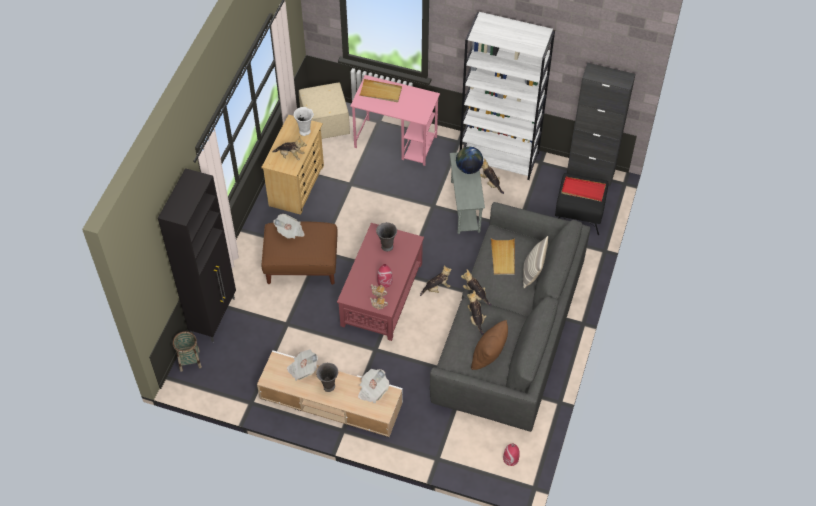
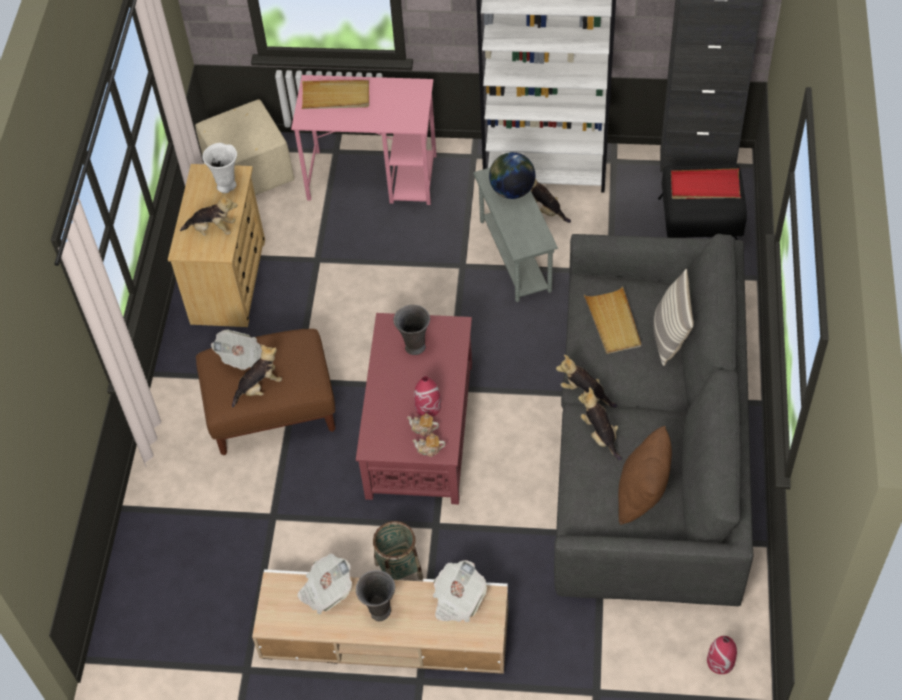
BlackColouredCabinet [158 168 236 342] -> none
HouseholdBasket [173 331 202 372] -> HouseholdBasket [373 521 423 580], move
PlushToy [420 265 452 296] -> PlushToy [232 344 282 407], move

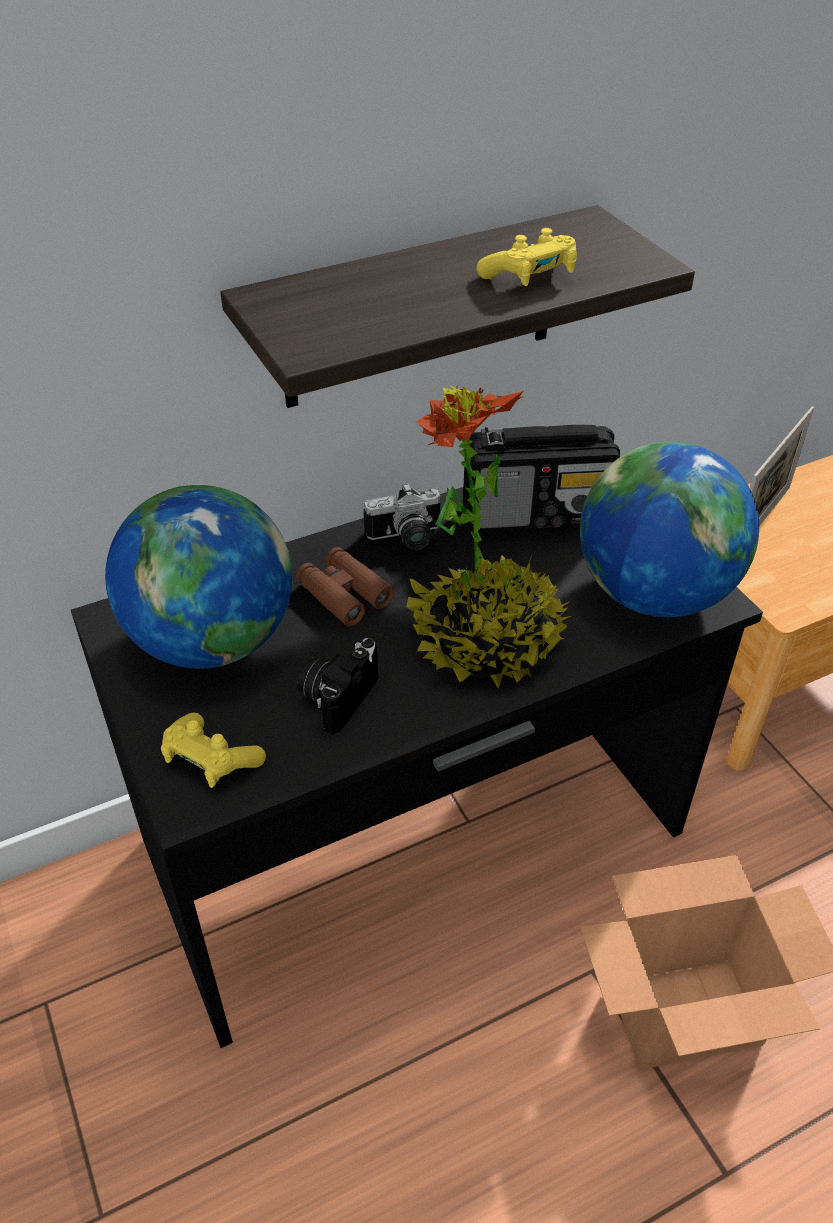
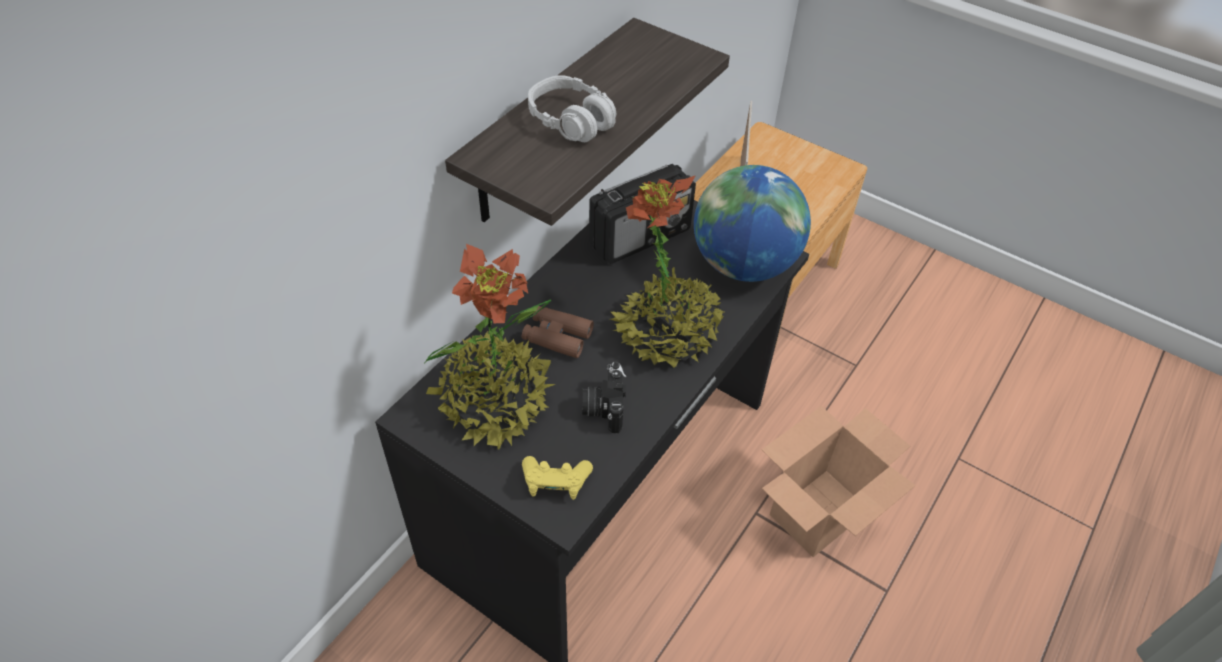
StillCamera [363 483 441 550] -> none
YellowColouredGameController [476 228 577 286] -> none
none -> GreyishHeadphones [528 75 617 142]
DeskGlobe [105 485 292 669] -> Houseplant [423 244 555 449]

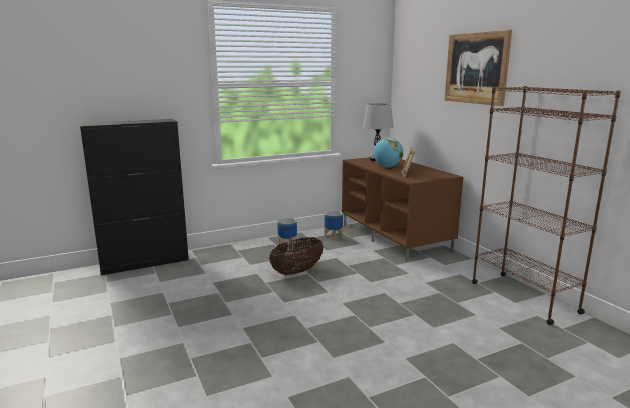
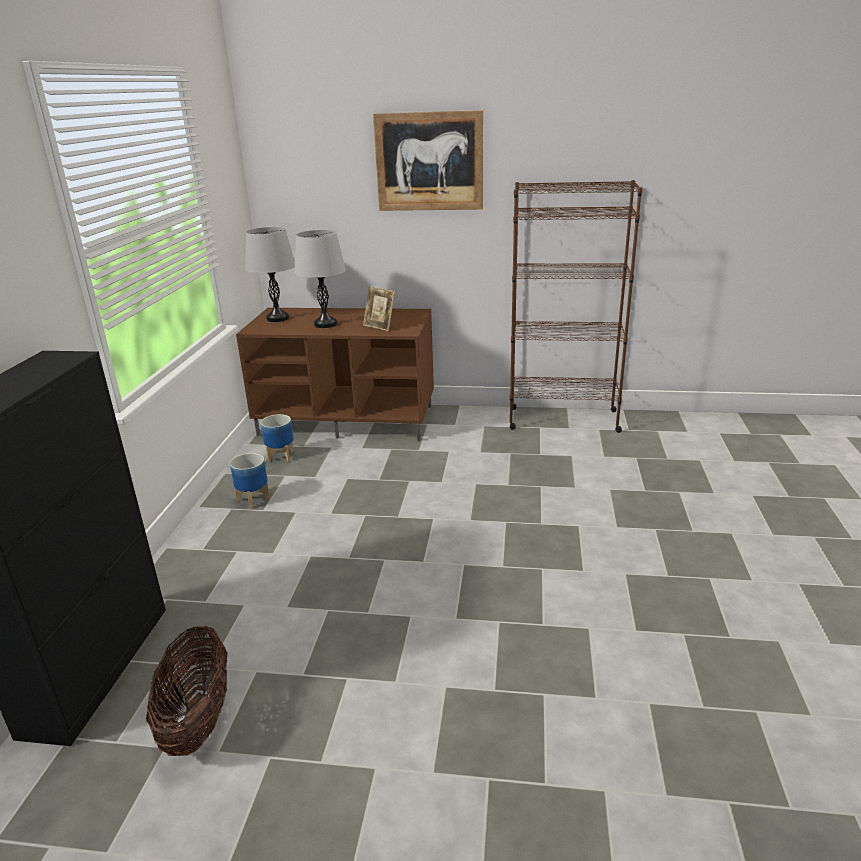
HouseholdBasket [269 237 324 275] -> HouseholdBasket [146 625 228 756], move
DeskGlobe [373 137 403 167] -> GreyishLampForATable [294 230 346 328]

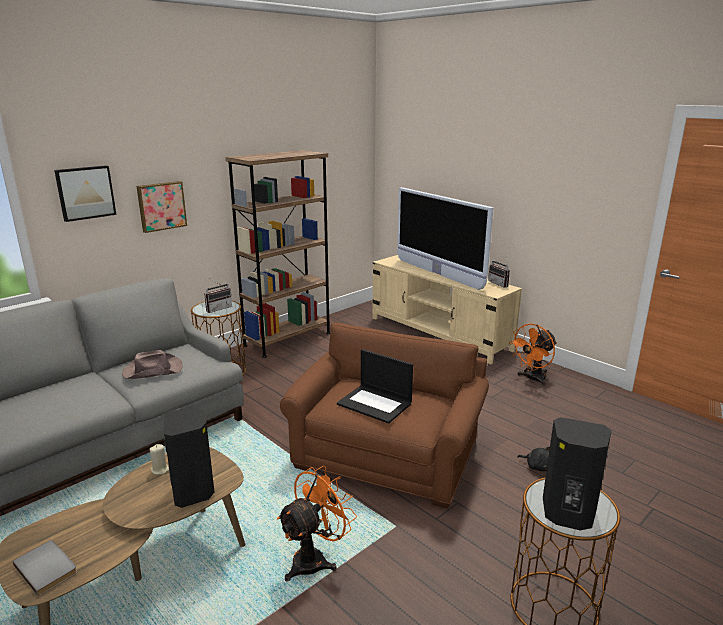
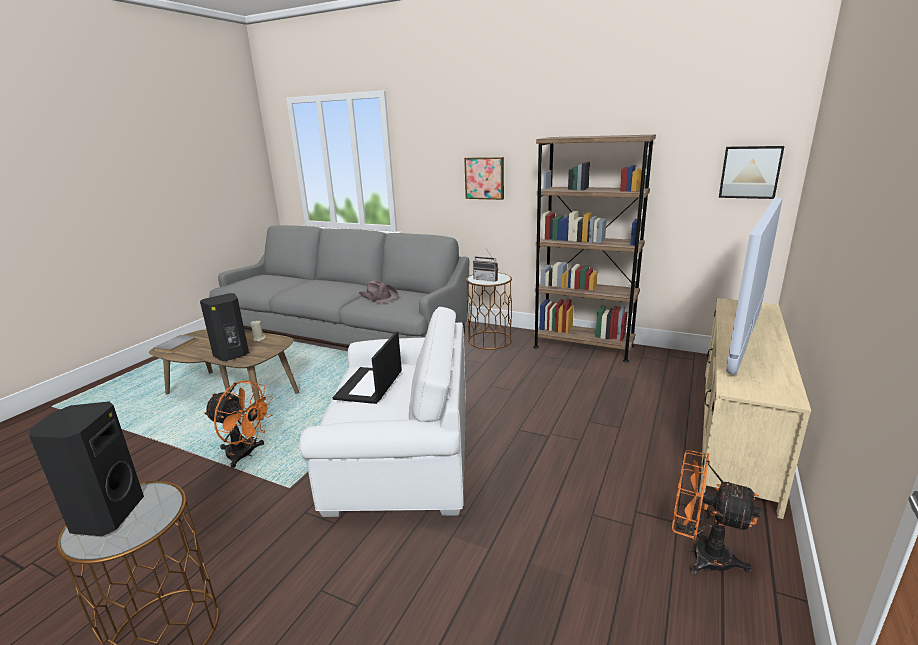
Radio [488 259 510 288] -> none
BlackColouredPlushToy [517 447 550 471] -> none
WallPicture [54 165 117 222] -> WallPicture [719 146 784 199], move
BrownColouredLoungeChair [280 323 489 508] -> WhitishLoungeChair [300 307 466 517]

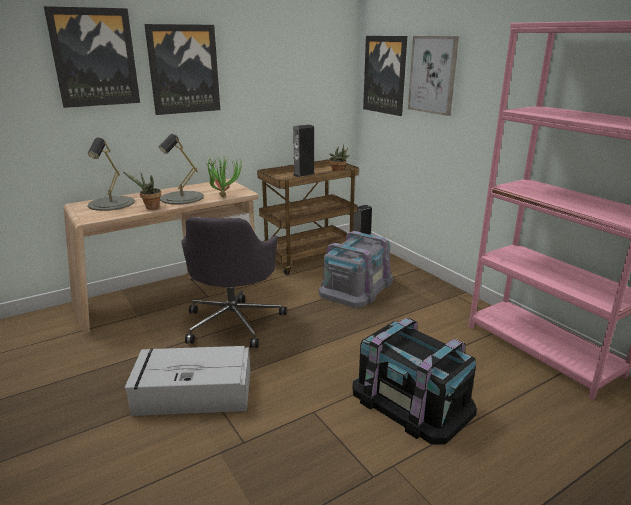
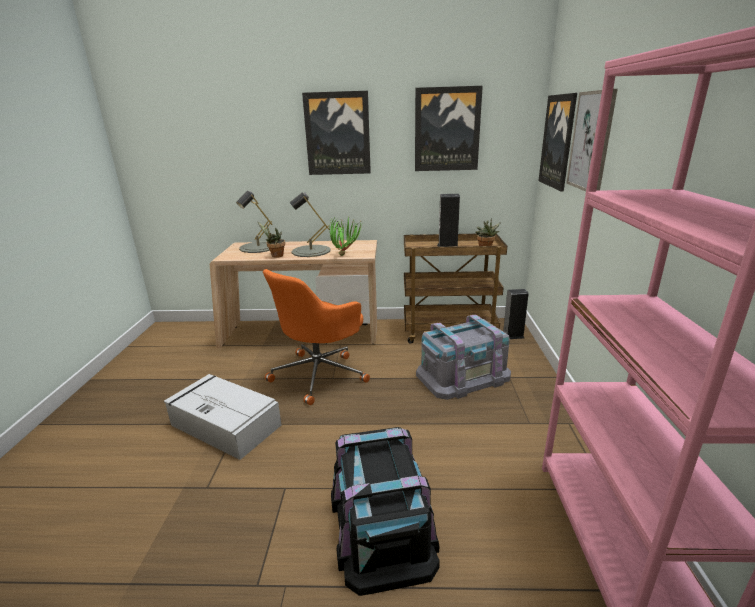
WallPicture [44 6 140 108] -> WallPicture [415 86 483 171], move
GreyishDeskChair [181 217 287 348] -> OrangeDeskChair [263 269 370 405]

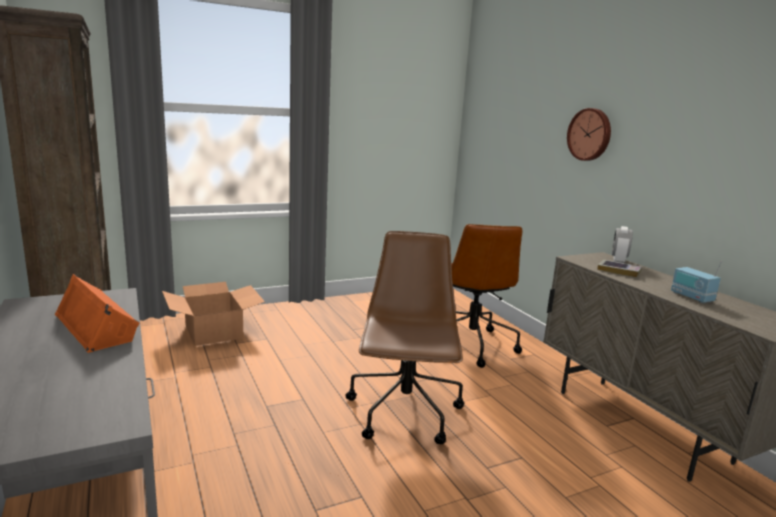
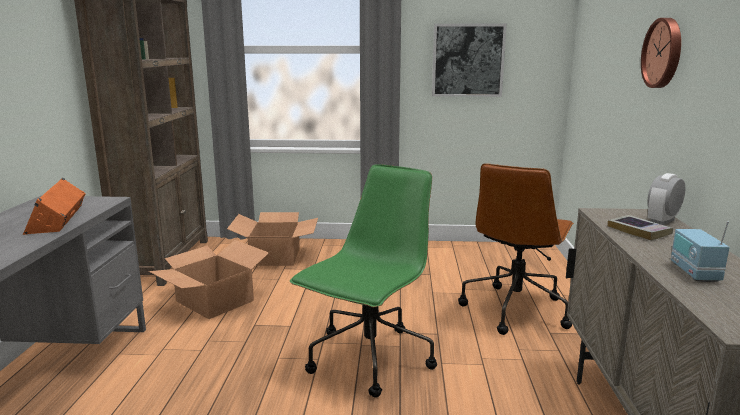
none -> CardboardBox [149 240 269 319]
none -> WallPicture [432 24 507 97]
BrownColouredDeskChair [346 231 464 444] -> GreenColouredDeskChair [290 164 437 398]

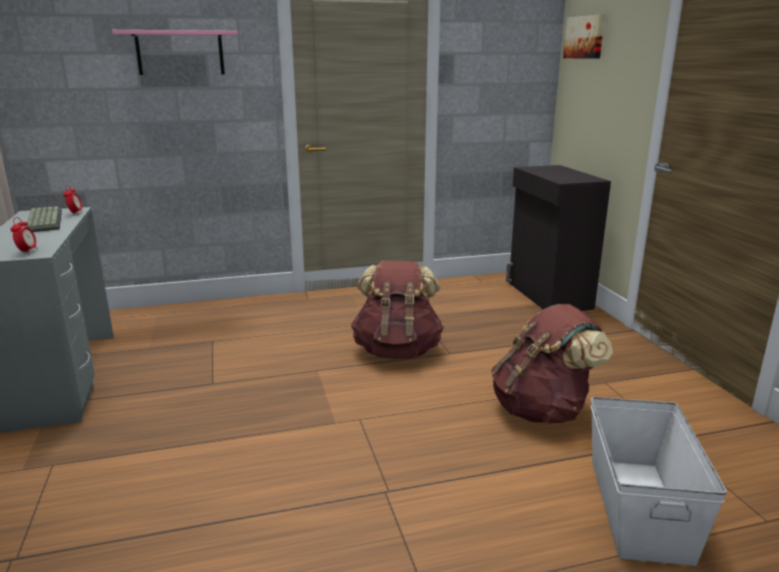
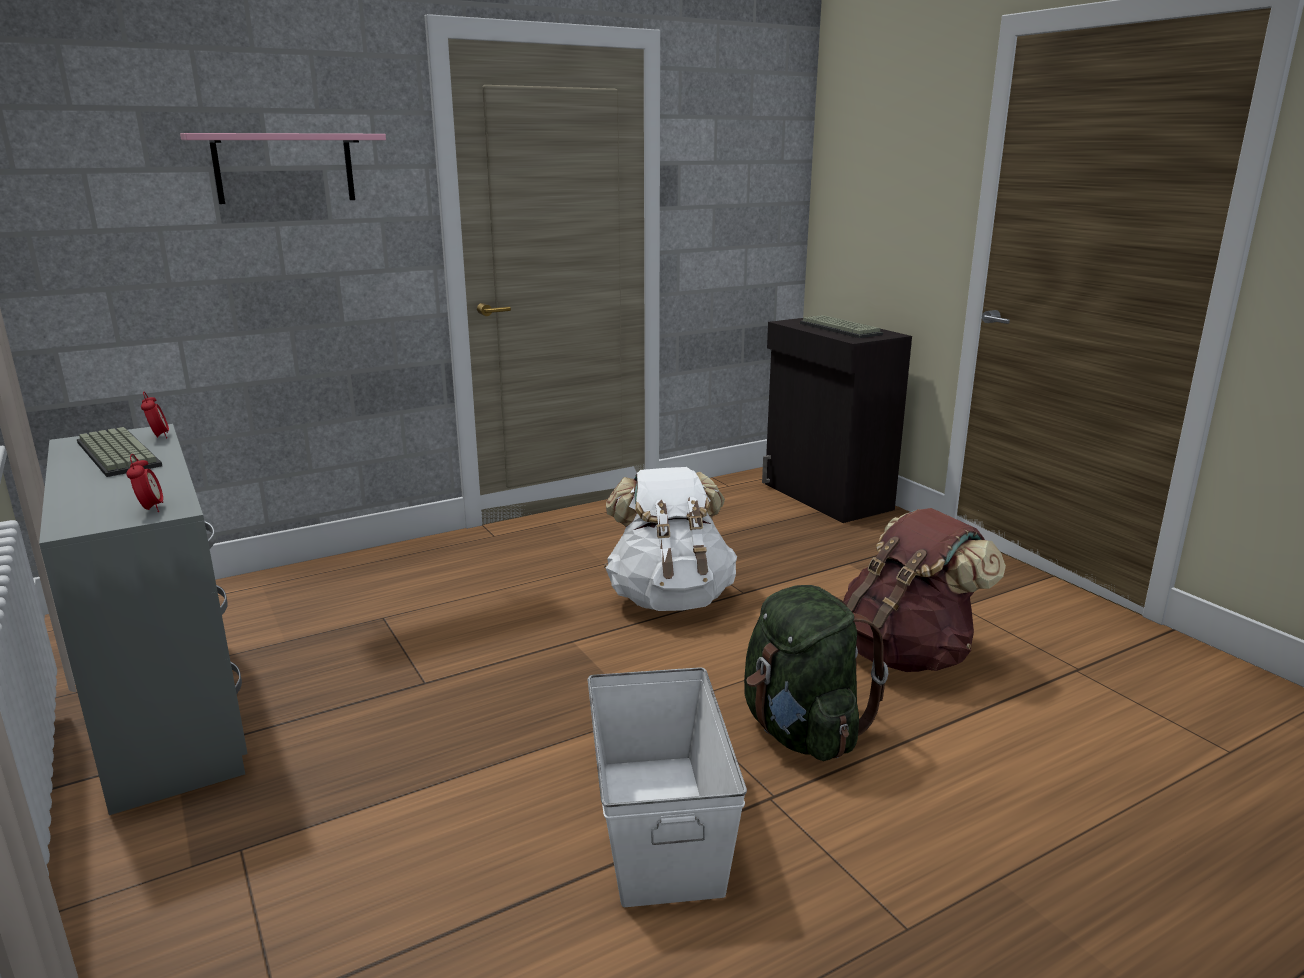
WallPicture [563 14 605 59] -> none
none -> GreenColouredKnapsack [744 585 888 761]
none -> ComputerKeyboard [800 315 883 338]
WhitishStorageContainer [591 397 727 566] -> WhitishStorageContainer [588 667 747 907], move
BrownColouredKnapsack [351 261 444 359] -> WhitishKnapsack [604 467 737 611]

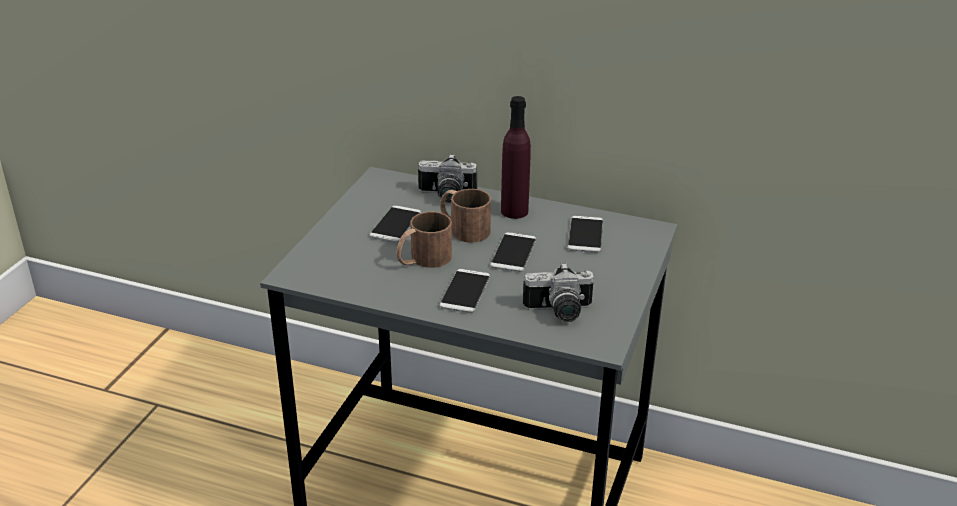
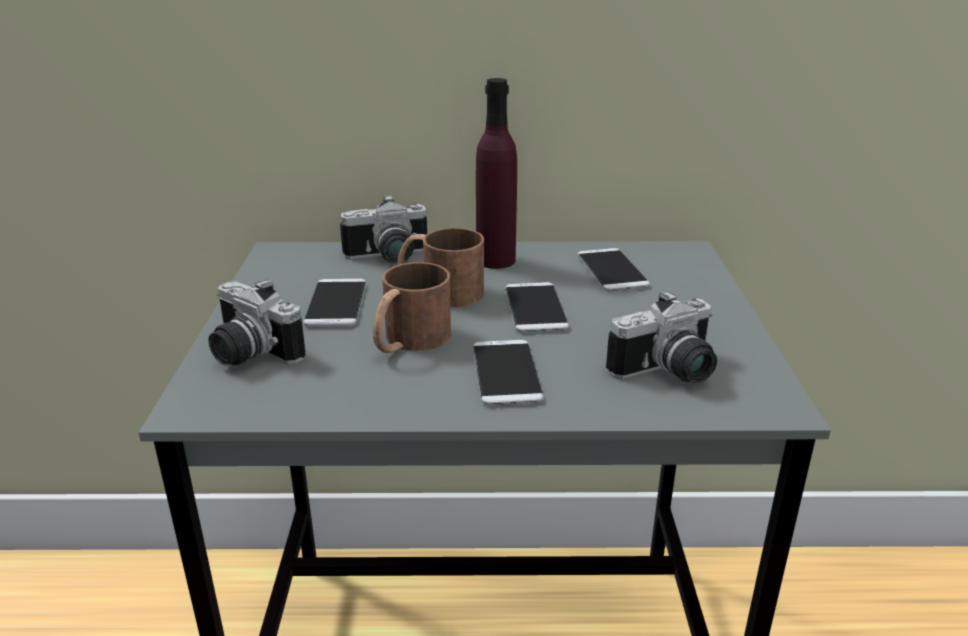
none -> StillCamera [209 279 305 366]

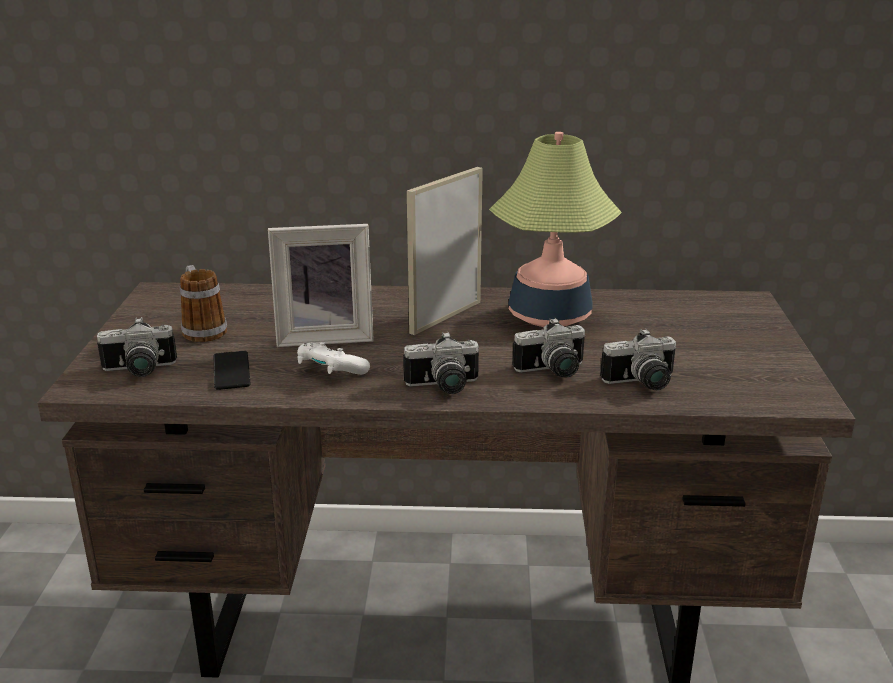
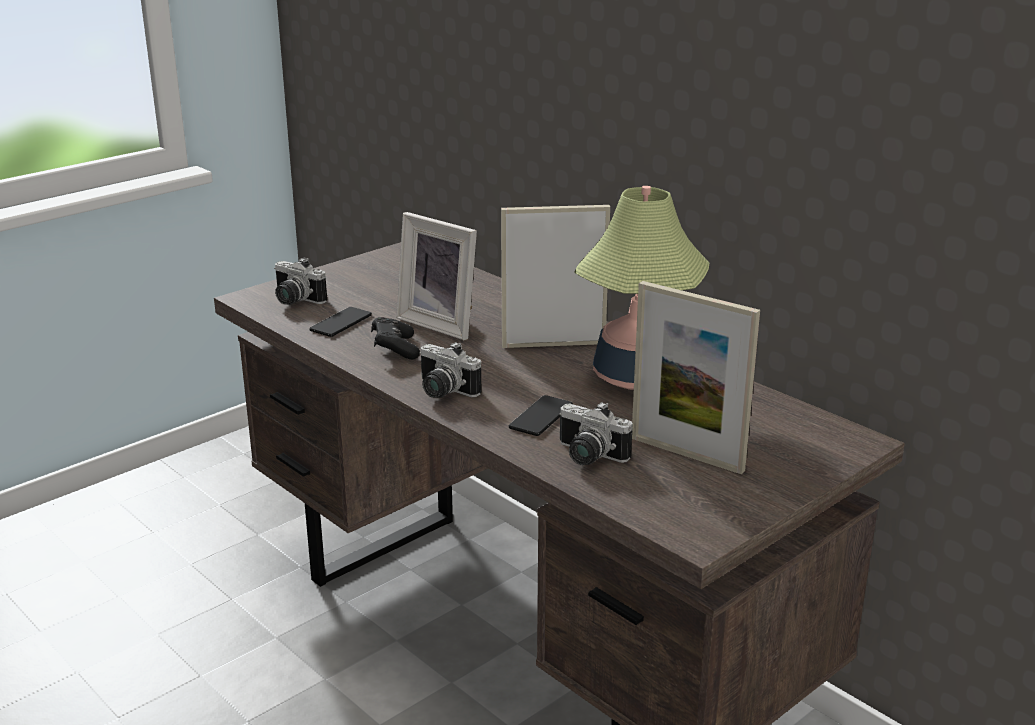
TeaMug [180 265 227 342] -> none
none -> StandingFrame [632 281 760 474]
StillCamera [512 318 585 378] -> Telephone [509 395 573 436]
WhitishGameController [297 342 370 375] -> BlackColouredGameController [371 317 420 360]

